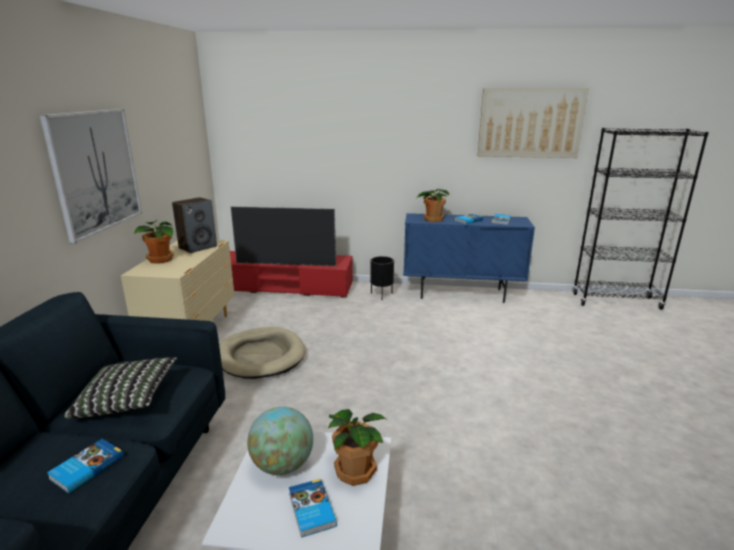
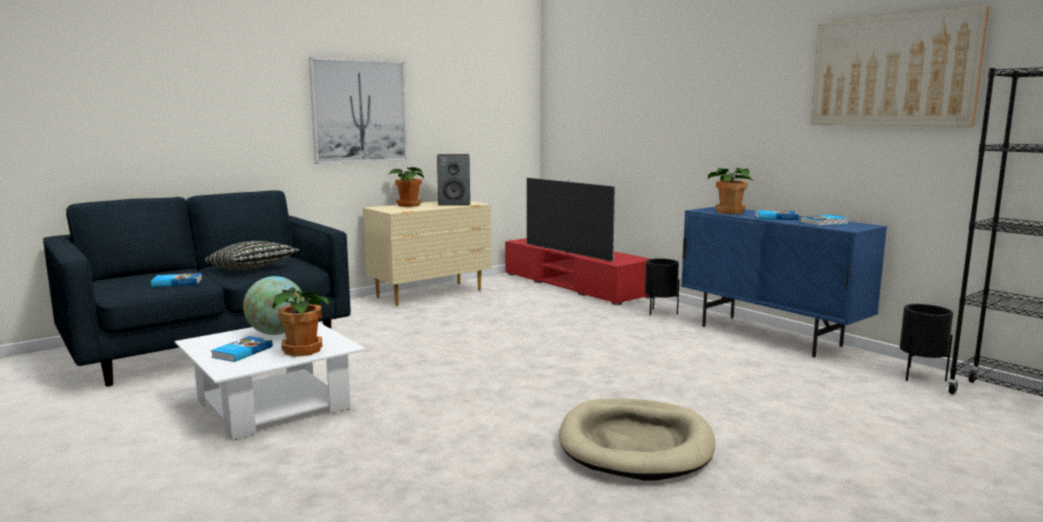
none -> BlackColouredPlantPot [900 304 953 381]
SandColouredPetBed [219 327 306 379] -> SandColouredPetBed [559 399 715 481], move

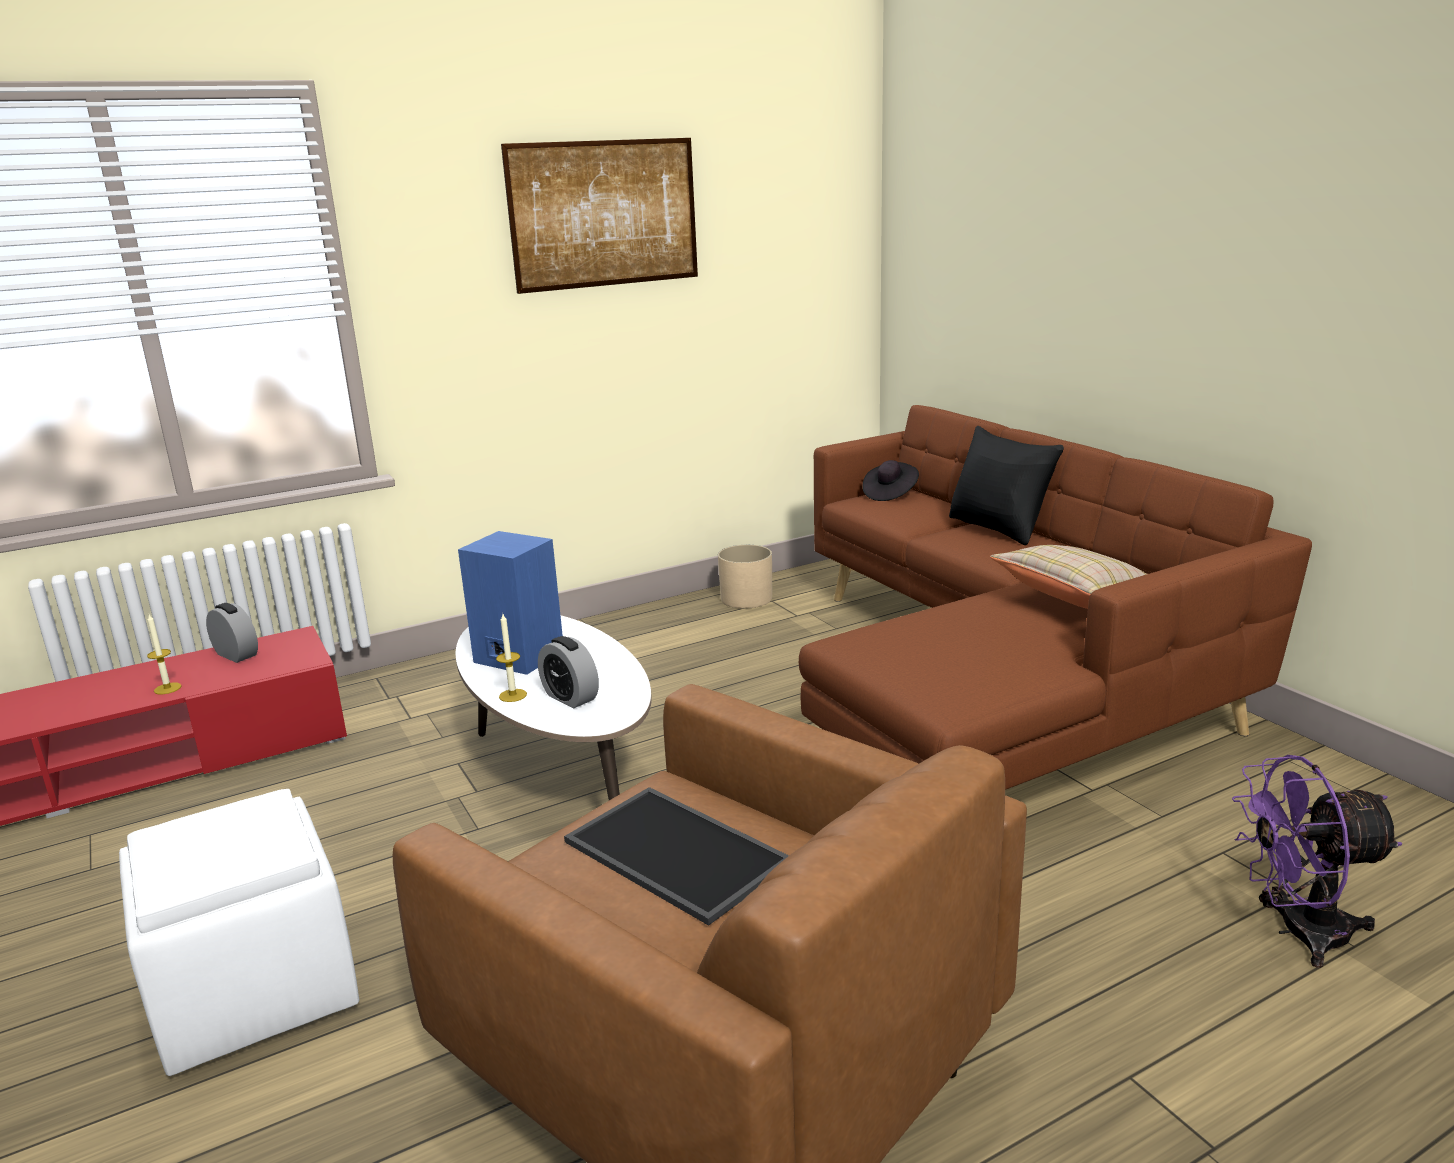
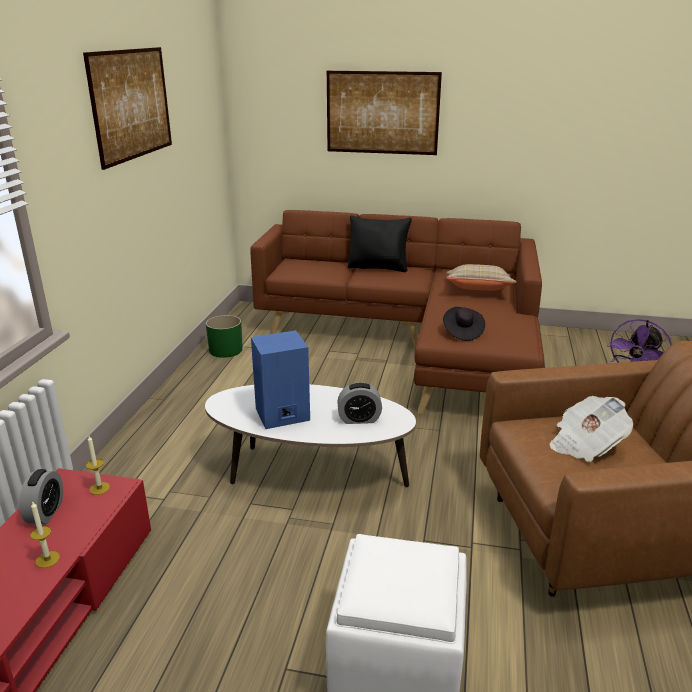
none -> WallPicture [327 71 442 155]
Candle [496 614 527 702] -> Candle [86 436 110 495], move
BlackColouredHat [862 460 919 501] -> BlackColouredHat [443 307 485 341], move
CarryingTray [564 787 789 926] -> Newspaper [550 396 633 462]
SandColouredPlantPot [718 545 772 608] -> GreenColouredPlantPot [206 315 243 358]
TableClock [206 603 258 663] -> TableClock [19 469 63 524], 105 degrees clockwise

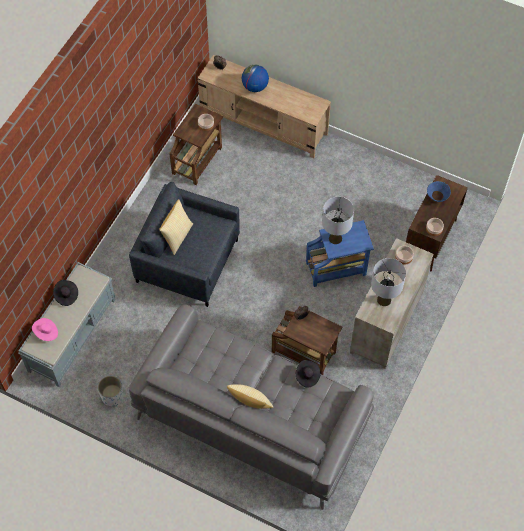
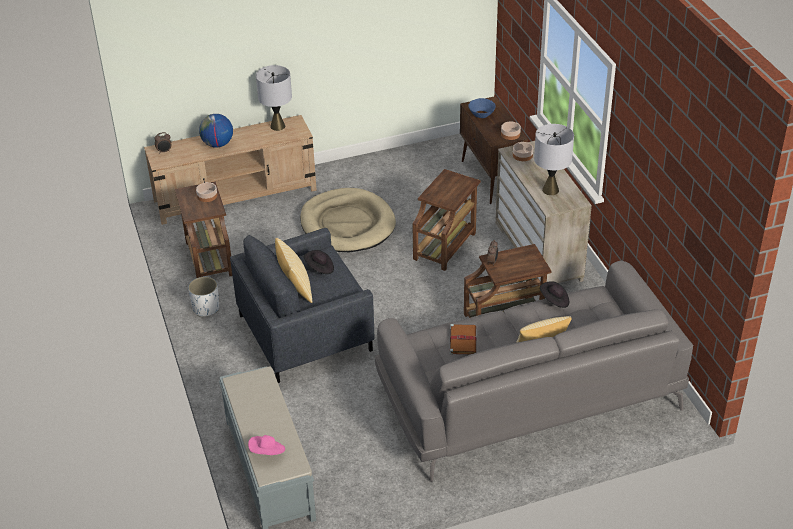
none -> SandColouredPetBed [300 188 396 252]
none -> BrownColouredVolume [450 324 476 355]
BlackColouredHat [53 280 78 306] -> BlackColouredHat [304 250 334 274], move
WhitishPlantPot [98 376 124 406] -> WhitishPlantPot [188 277 219 317], move
GreyishLampForATable [322 197 354 244] -> GreyishLampForATable [256 65 292 131], move
BlueAccentTable [306 220 374 287] -> BrownColouredAccentTable [412 169 481 271]

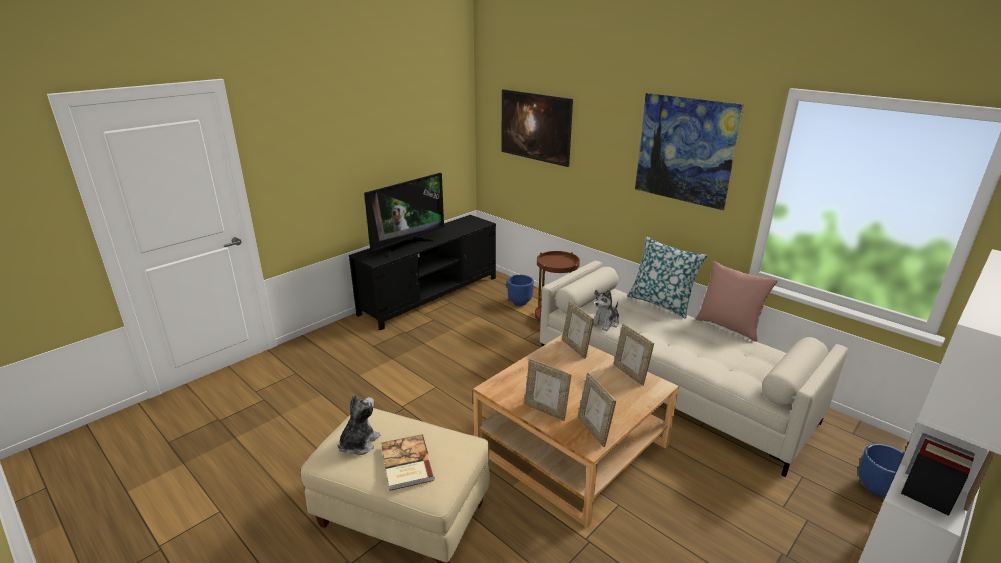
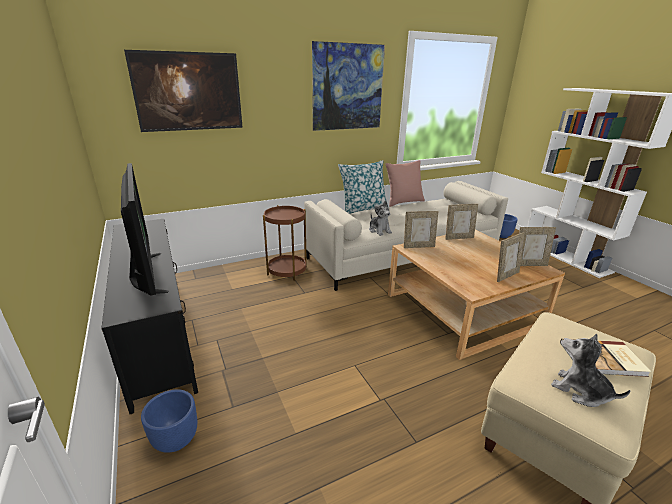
BluePlantPot [507 275 534 306] -> BluePlantPot [141 389 197 453], move

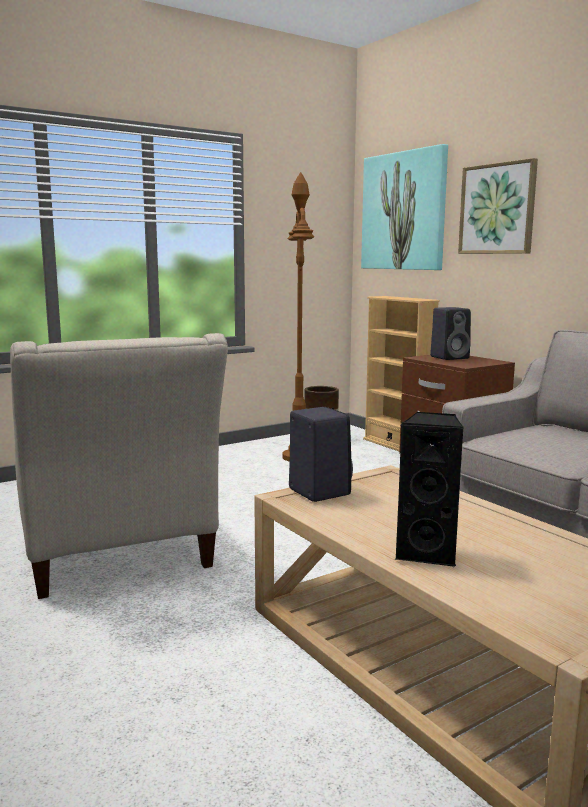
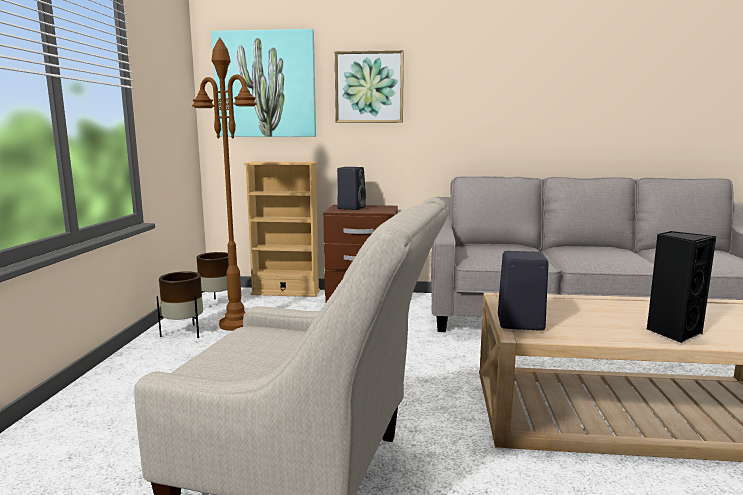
none -> BrownColouredPlantPot [157 271 203 338]

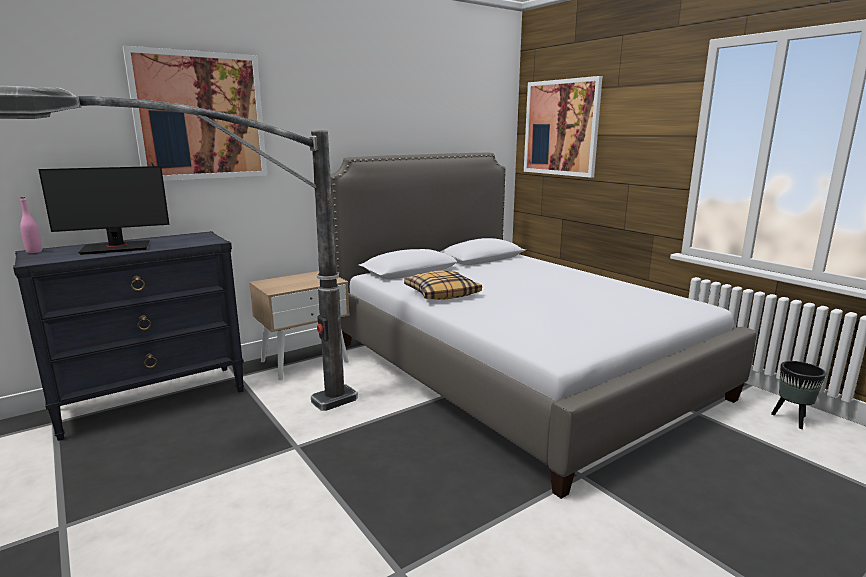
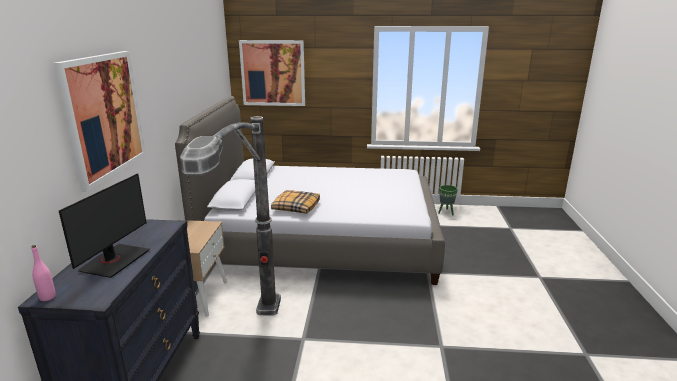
BlackColouredPlantPot [771 361 826 429] -> GreenColouredPlantPot [438 185 458 215]

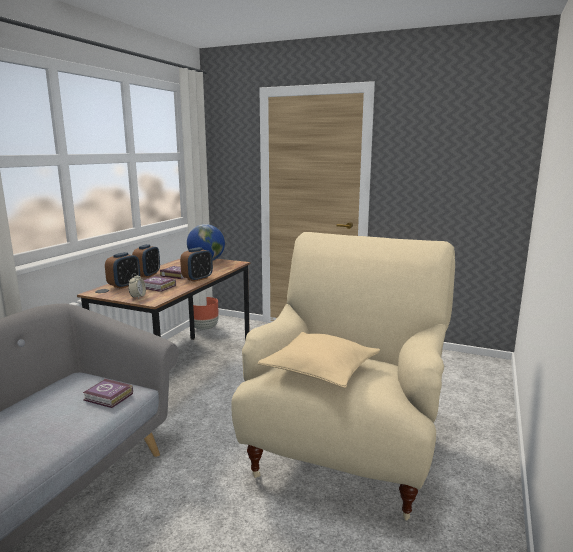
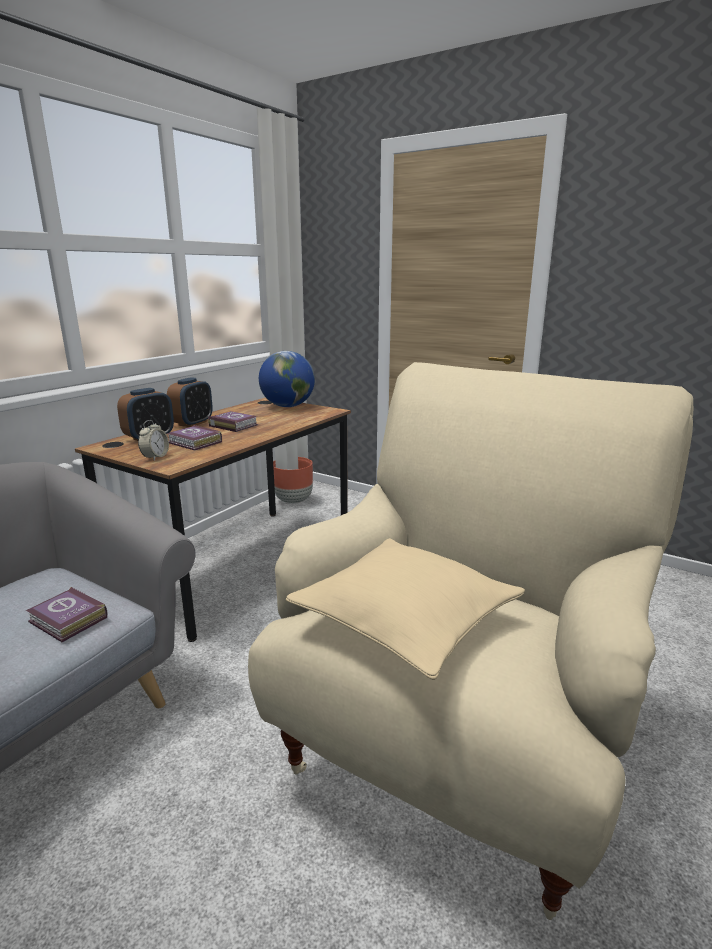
TableClock [180 247 213 282] -> none

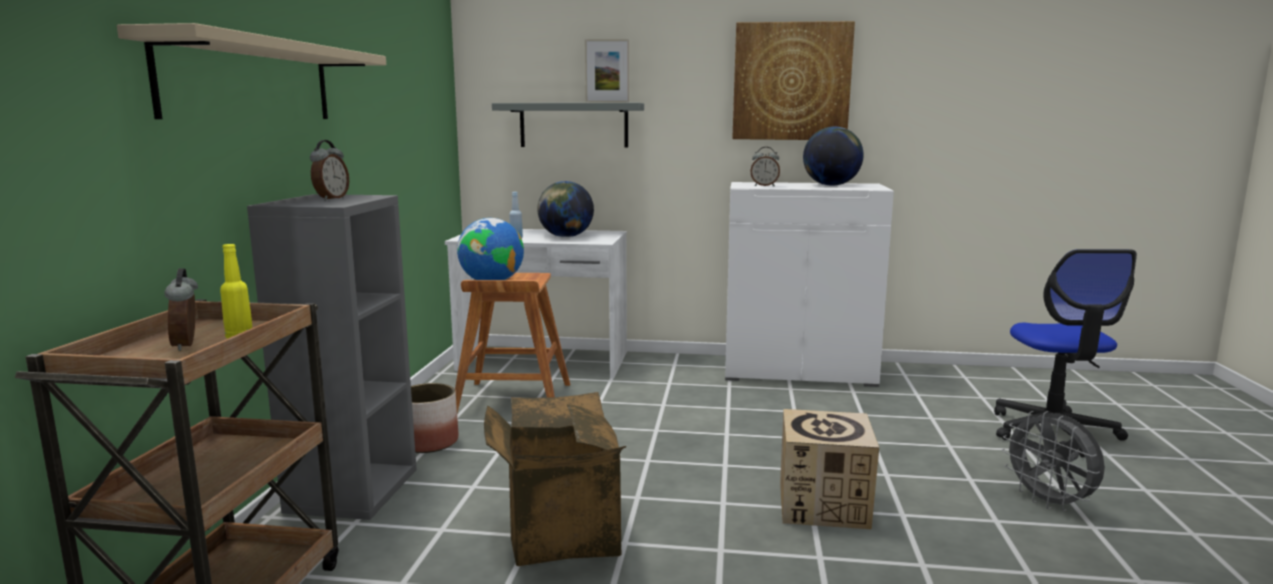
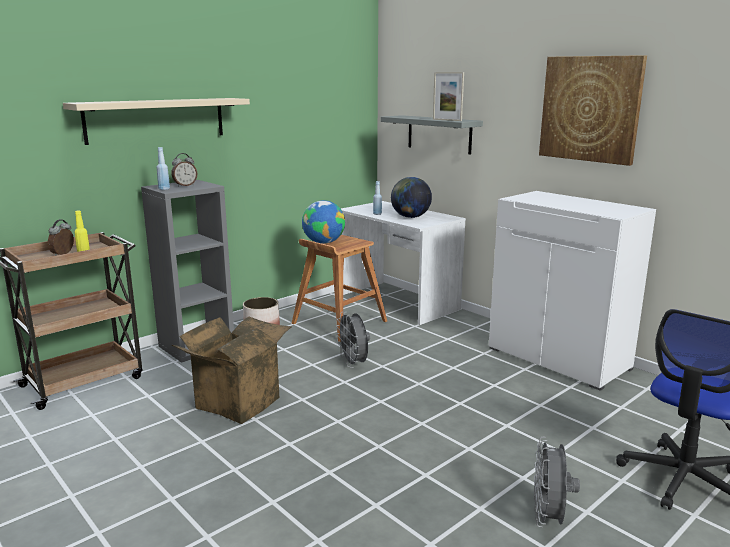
TableClock [750 147 780 186] -> none
CardboardBox [780 409 879 530] -> none
DeskGlobe [803 127 864 186] -> none
none -> BlueBeverageBottle [156 147 170 190]
none -> GreyishCoolingFan [336 312 370 368]

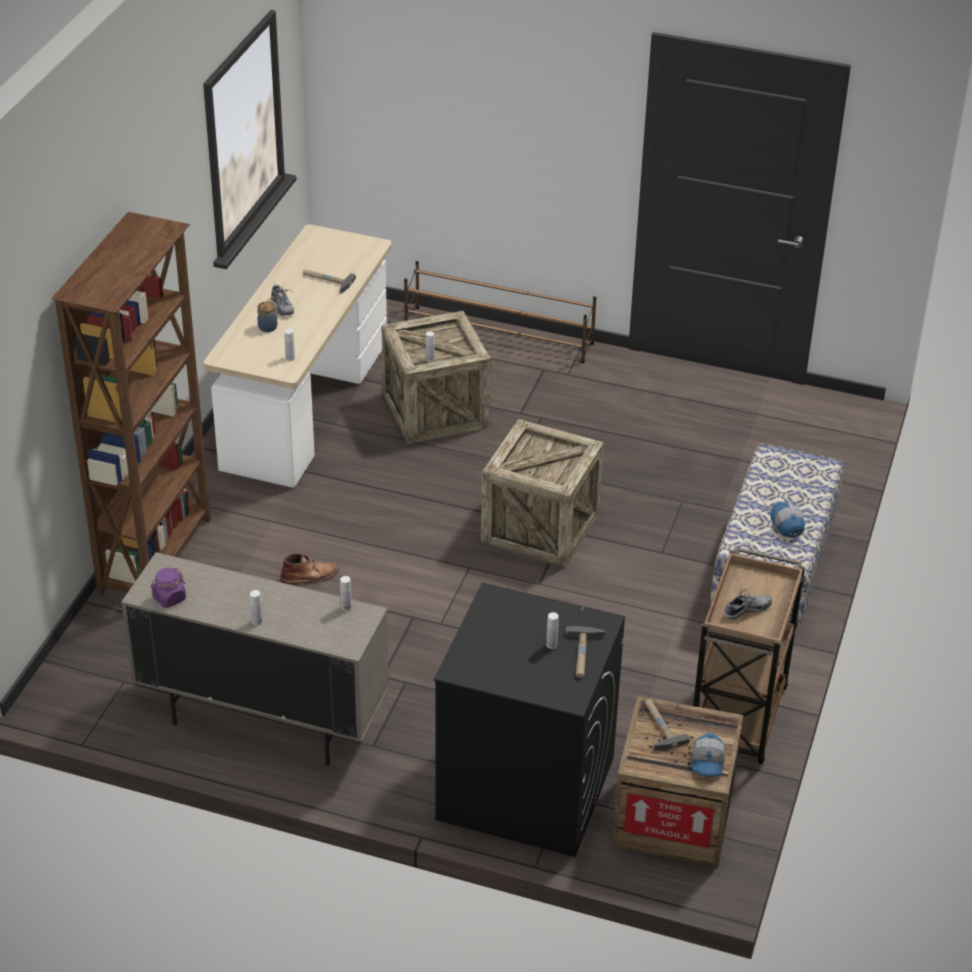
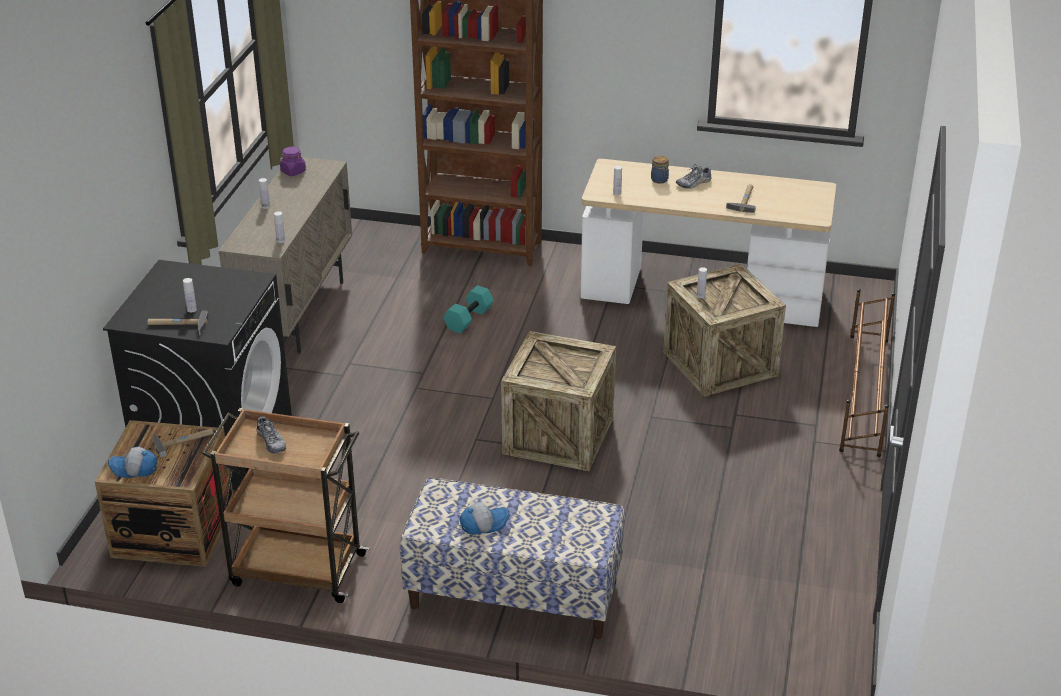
BrownColouredBoot [280 553 339 585] -> BlueGreenDumbbell [443 285 494 333]

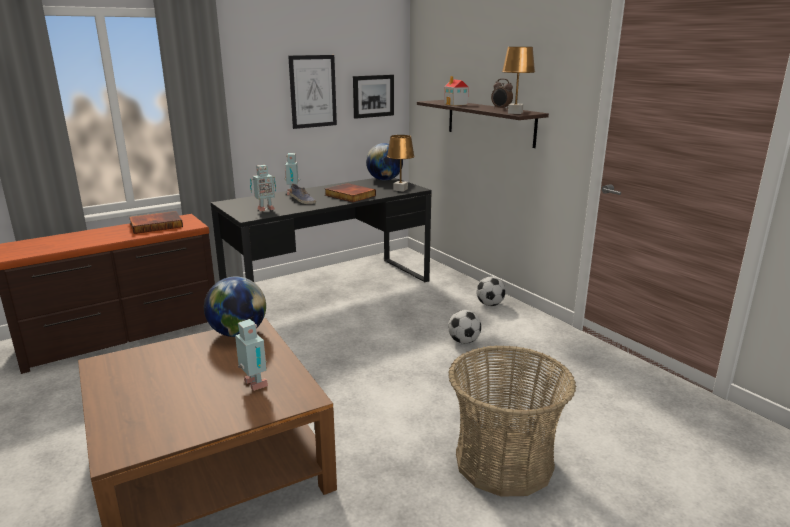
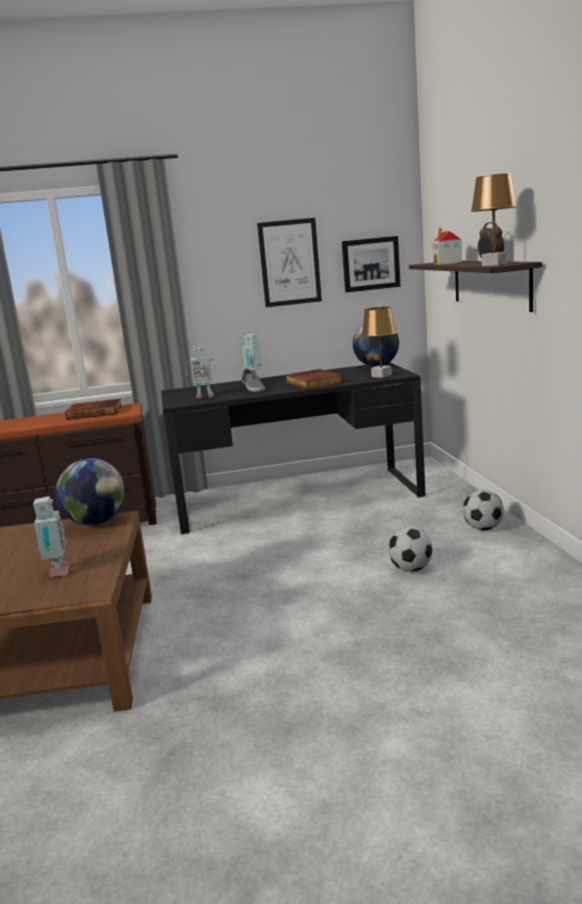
HouseholdBasket [448 345 576 497] -> none

